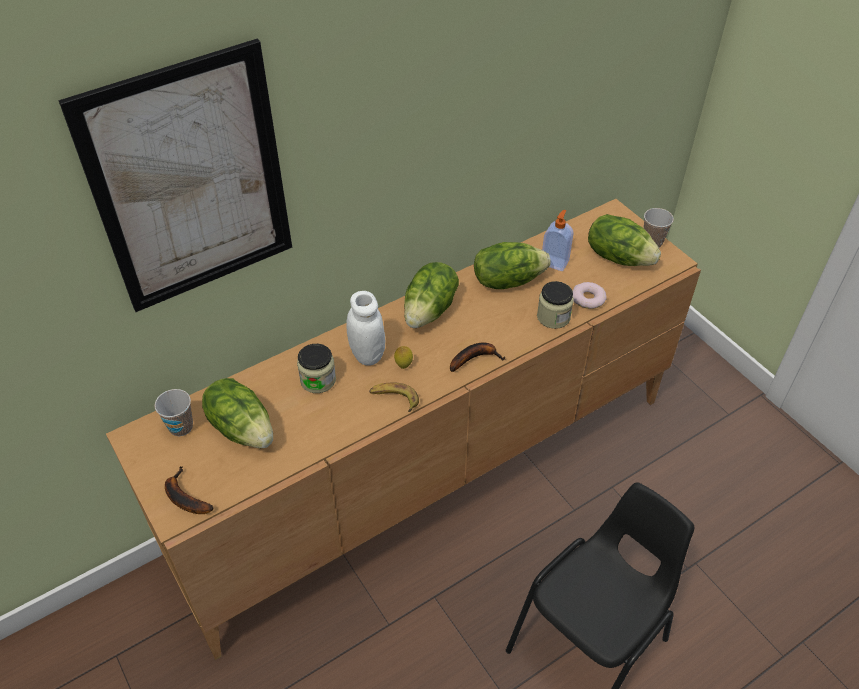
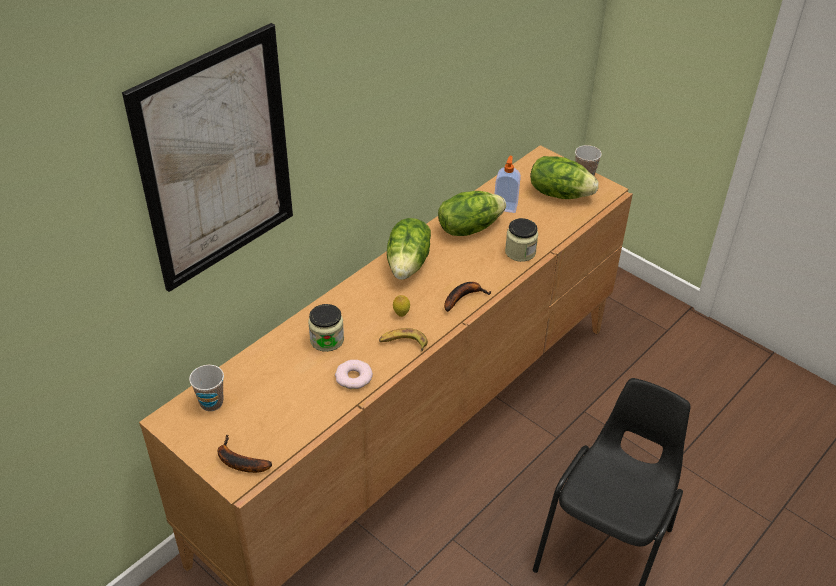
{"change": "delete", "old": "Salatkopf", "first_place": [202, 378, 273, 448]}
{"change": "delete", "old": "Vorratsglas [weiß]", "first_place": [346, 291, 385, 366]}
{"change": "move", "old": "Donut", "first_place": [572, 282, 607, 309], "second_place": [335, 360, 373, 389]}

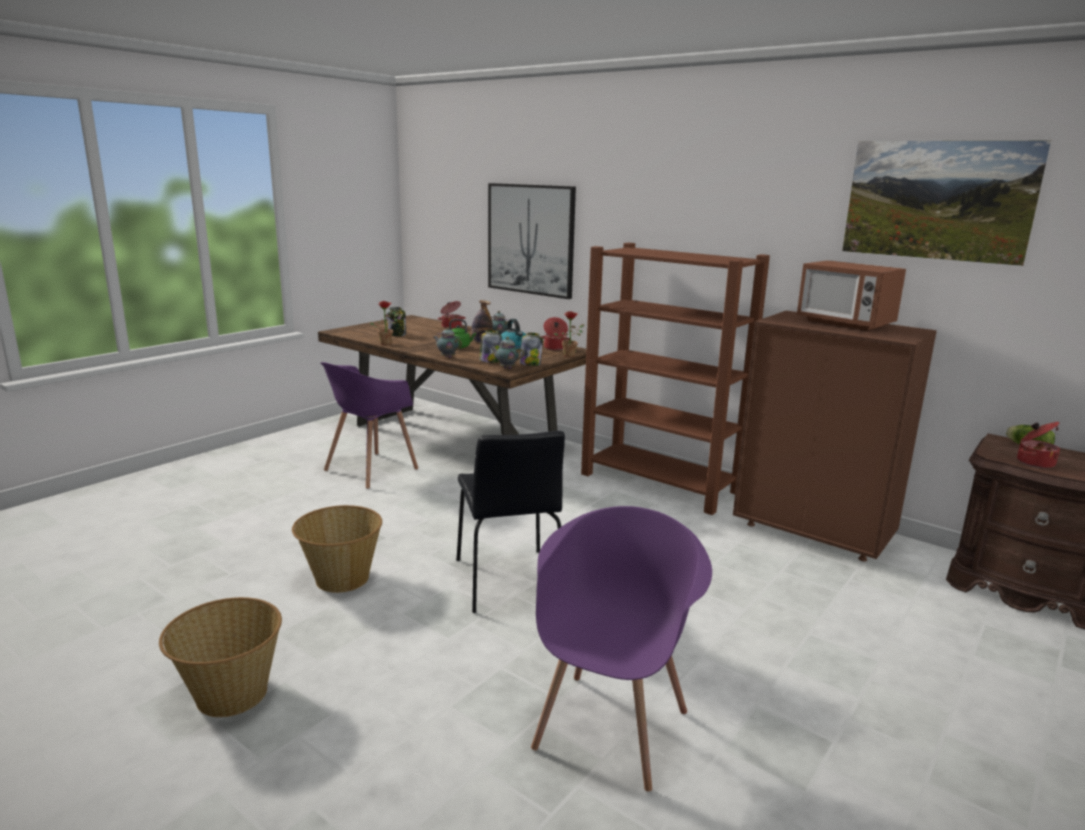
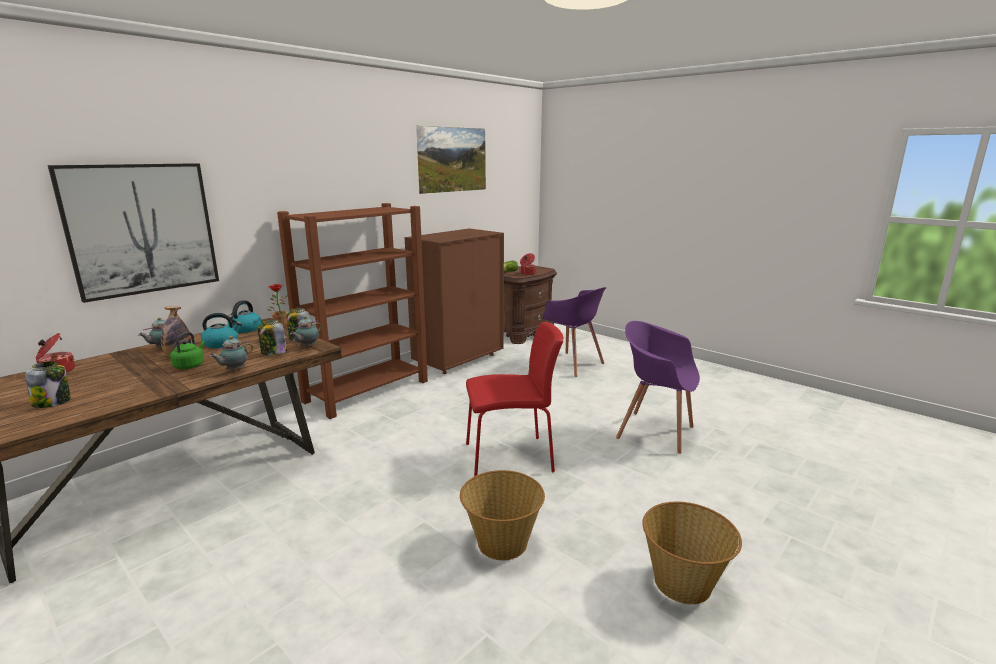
{"change": "delete", "old": "Topfpflanze", "first_place": [369, 301, 399, 345]}
{"change": "delete", "old": "Mikrowelle", "first_place": [797, 260, 906, 331]}
{"change": "move", "old": "Stuhl [lila]", "first_place": [320, 362, 418, 489], "second_place": [543, 287, 607, 377]}
{"change": "replace", "old": "Kochtopf", "new": "Wasserkessel", "first_place": [541, 317, 570, 350], "second_place": [227, 300, 261, 333]}
{"change": "recolor", "old": "Stuhl [schwarz]", "new": "Stuhl [rot]", "first_place": [456, 431, 565, 613], "second_place": [466, 322, 563, 476]}

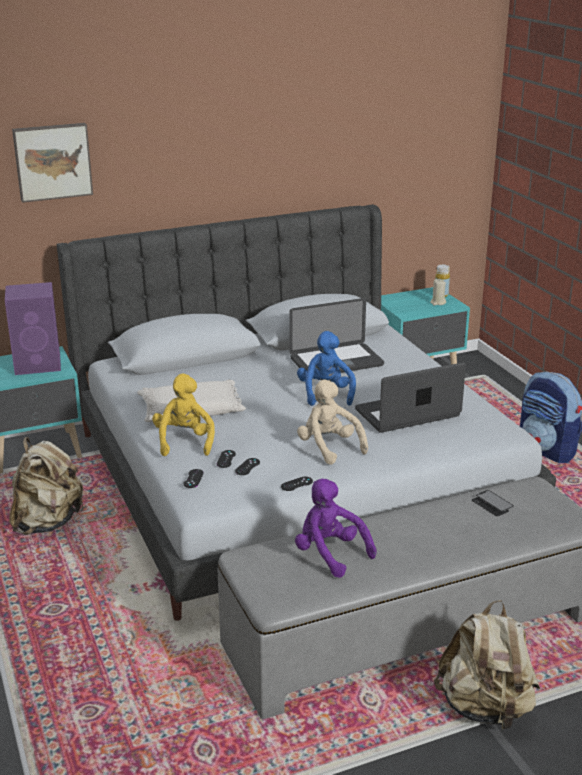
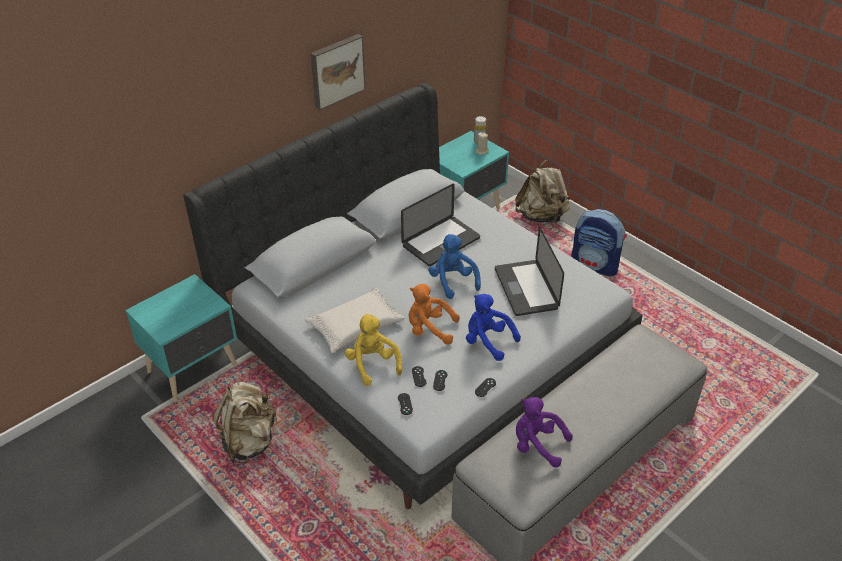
{"change": "delete", "old": "Lautsprecher [lila]", "first_place": [5, 282, 61, 375]}
{"change": "delete", "old": "Handy", "first_place": [472, 490, 514, 516]}
{"change": "insert", "new": "Plüschtier [orange]", "second_place": [409, 284, 460, 345]}
{"change": "move", "old": "Bild", "first_place": [12, 123, 93, 203], "second_place": [310, 34, 366, 110]}
{"change": "move", "old": "Rucksack [beige]", "first_place": [434, 600, 540, 730], "second_place": [515, 160, 570, 223]}
{"change": "recolor", "old": "Plüschtier [beige]", "new": "Plüschtier [blau]", "first_place": [297, 379, 368, 465], "second_place": [466, 294, 521, 361]}
{"change": "rotate", "old": "Laptop", "first_place": [355, 362, 466, 433], "second_place": [495, 227, 564, 316], "degrees": -60}

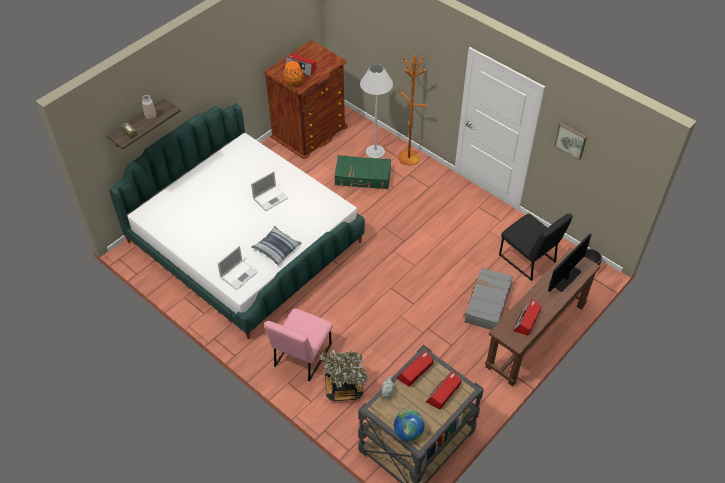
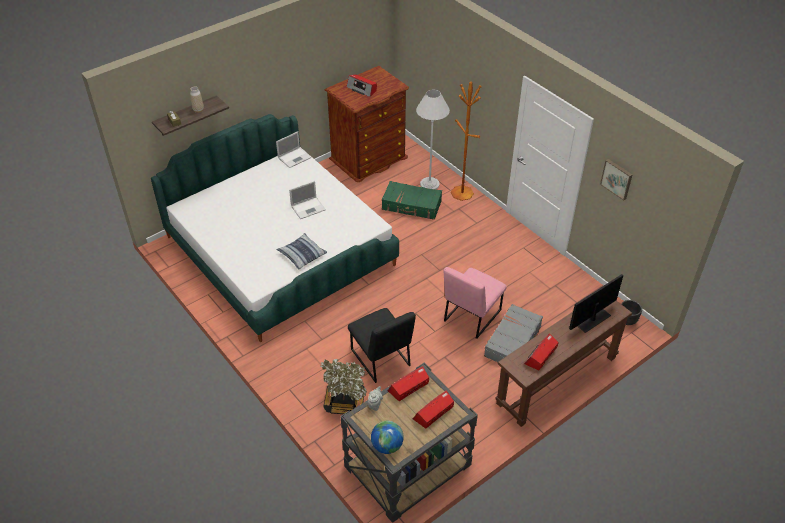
{"change": "delete", "old": "Vase [orange]", "first_place": [283, 61, 303, 87]}
{"change": "move", "old": "Laptop", "first_place": [217, 246, 258, 290], "second_place": [276, 131, 311, 168]}
{"change": "move", "old": "Stuhl [rosa]", "first_place": [264, 308, 333, 381], "second_place": [444, 267, 507, 339]}
{"change": "move", "old": "Stuhl [schwarz]", "first_place": [499, 214, 573, 281], "second_place": [348, 308, 416, 383]}

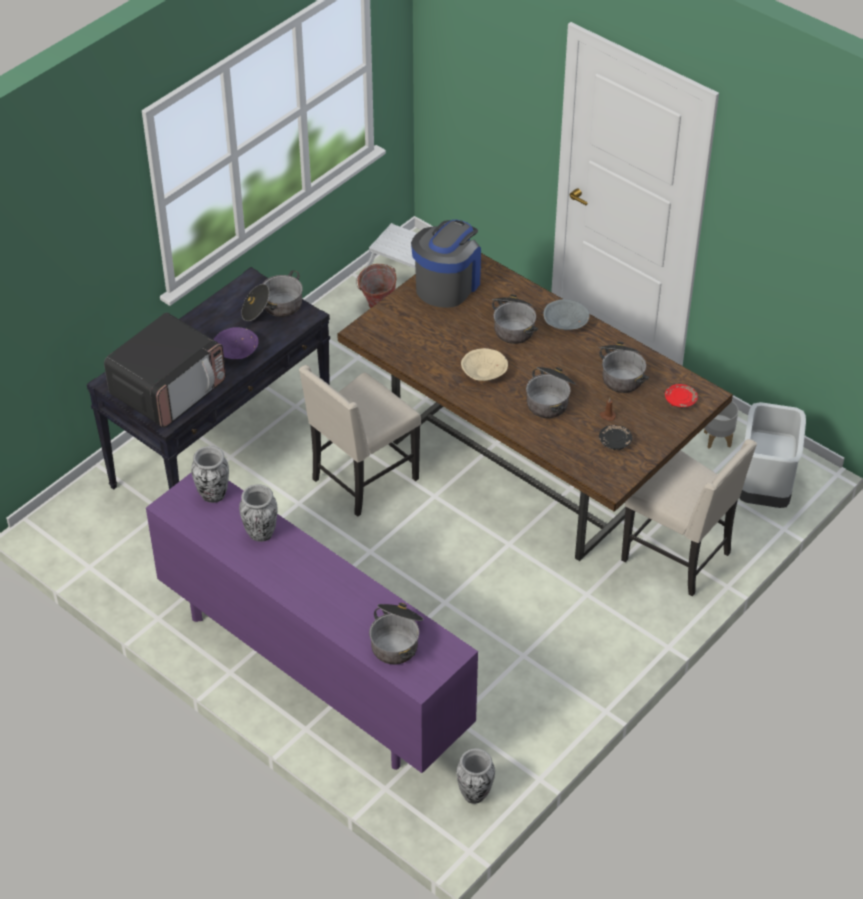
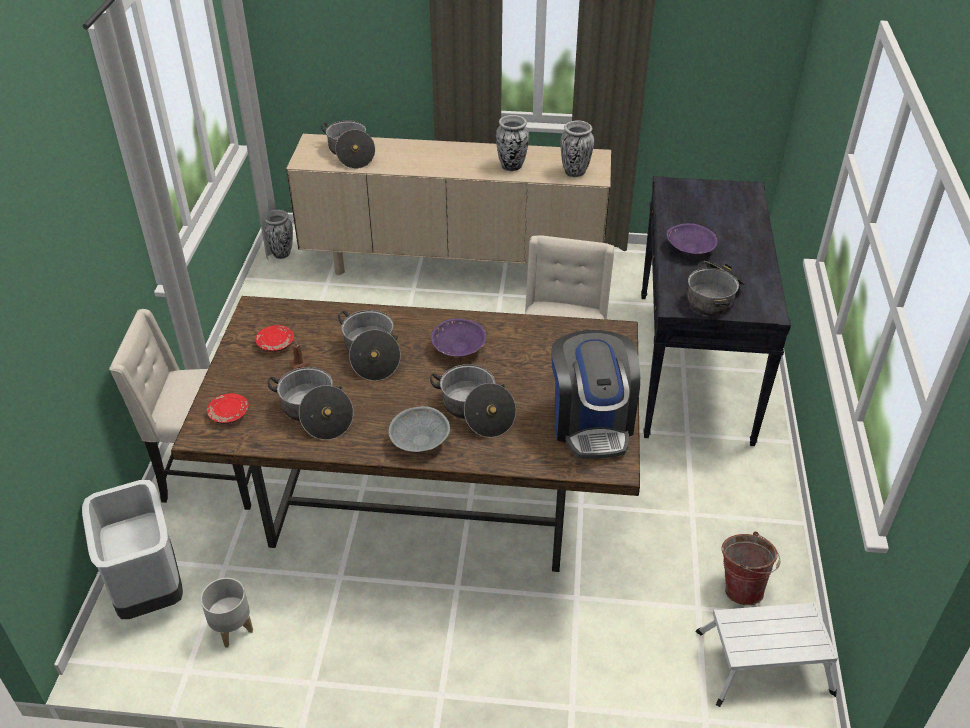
{"change": "delete", "old": "Mikrowelle", "first_place": [104, 312, 226, 428]}
{"change": "recolor", "old": "Schrank [lila]", "new": "Schrank [beige]", "first_place": [146, 472, 478, 773], "second_place": [286, 134, 611, 275]}
{"change": "recolor", "old": "Schüssel [beige]", "new": "Schüssel [lila]", "first_place": [461, 348, 508, 381], "second_place": [431, 318, 486, 357]}
{"change": "recolor", "old": "Teller [schwarz]", "new": "Teller [rot]", "first_place": [599, 425, 632, 450], "second_place": [255, 325, 294, 352]}

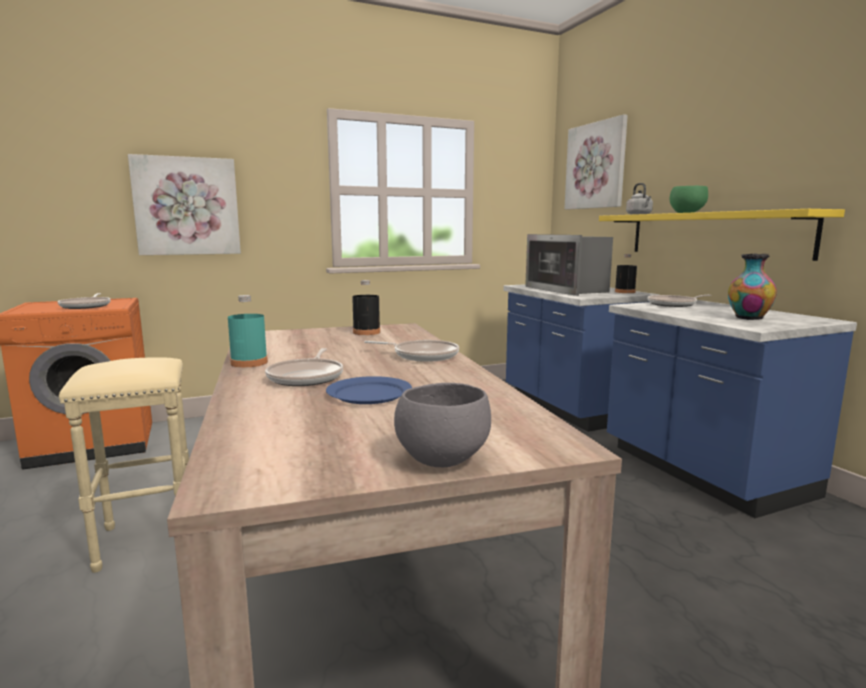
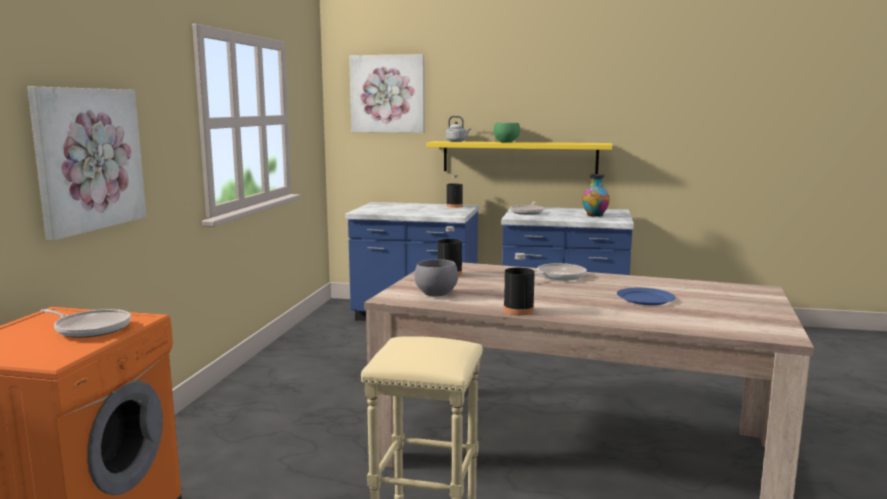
{"change": "delete", "old": "Pfanne", "first_place": [265, 348, 343, 386]}
{"change": "delete", "old": "Mikrowelle", "first_place": [525, 234, 613, 296]}
{"change": "move", "old": "Schüssel [grau]", "first_place": [394, 383, 491, 467], "second_place": [414, 259, 458, 296]}
{"change": "recolor", "old": "Flasche [türkis]", "new": "Flasche [schwarz]", "first_place": [228, 295, 268, 368], "second_place": [503, 253, 535, 315]}

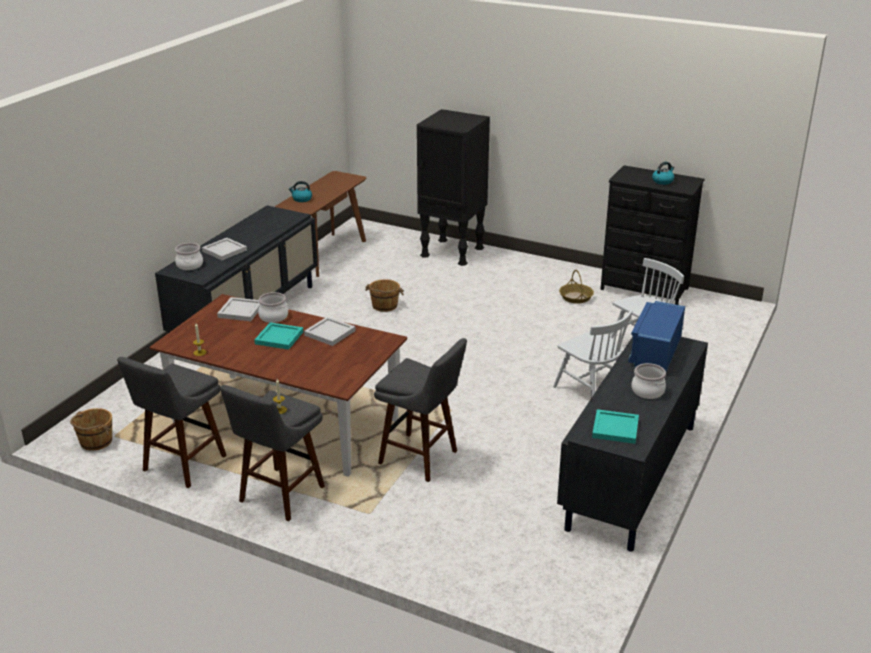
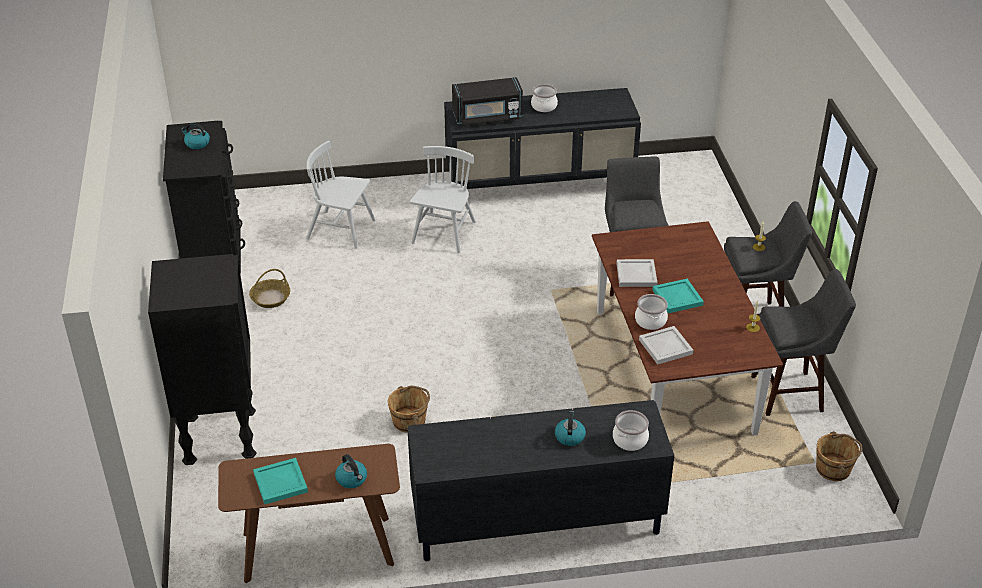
{"change": "move", "old": "Tablett [türkis]", "first_place": [592, 409, 639, 444], "second_place": [253, 458, 308, 504]}
{"change": "replace", "old": "Tablett [weiß]", "new": "Wasserkessel", "first_place": [202, 238, 247, 260], "second_place": [555, 411, 586, 446]}
{"change": "recolor", "old": "Mikrowelle [blau]", "new": "Mikrowelle [schwarz]", "first_place": [628, 301, 685, 372], "second_place": [452, 77, 523, 126]}

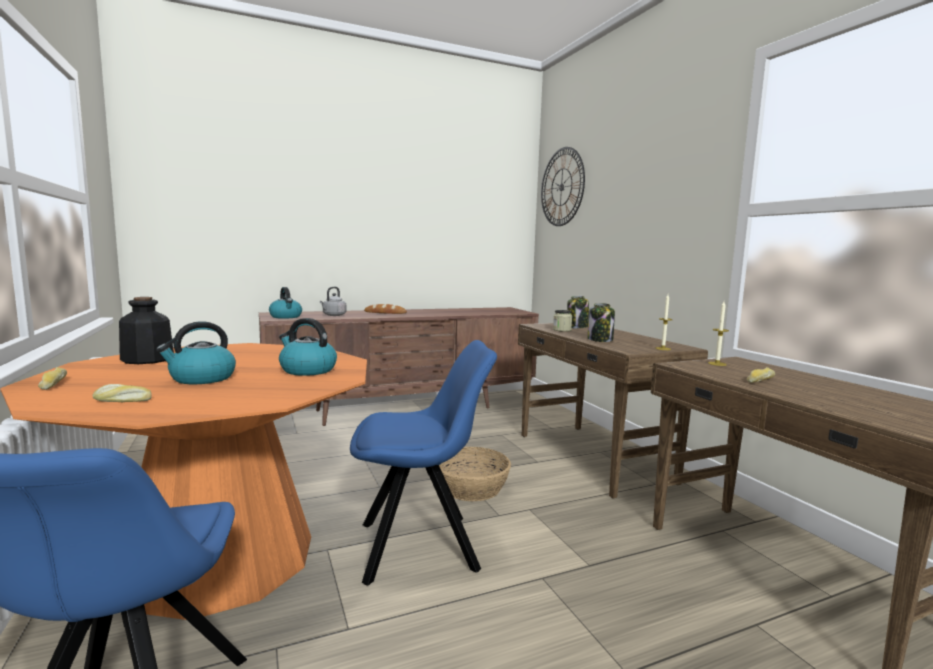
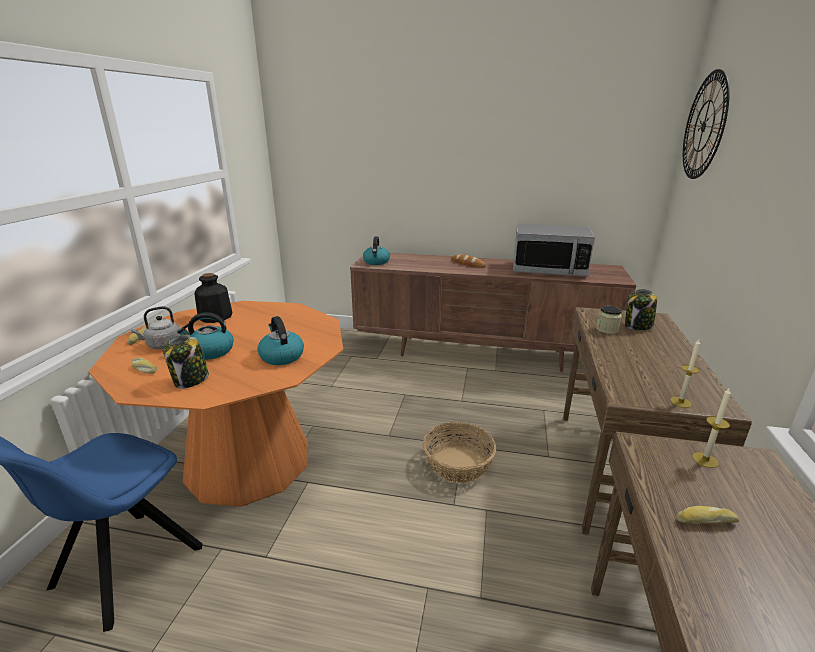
{"change": "delete", "old": "Stuhl [blau]", "first_place": [350, 340, 497, 586]}
{"change": "insert", "new": "Mikrowelle", "second_place": [513, 223, 595, 277]}
{"change": "move", "old": "Wasserkessel [grau]", "first_place": [320, 287, 346, 316], "second_place": [131, 306, 180, 349]}
{"change": "move", "old": "Vorratsglas", "first_place": [588, 303, 615, 342], "second_place": [163, 335, 209, 389]}

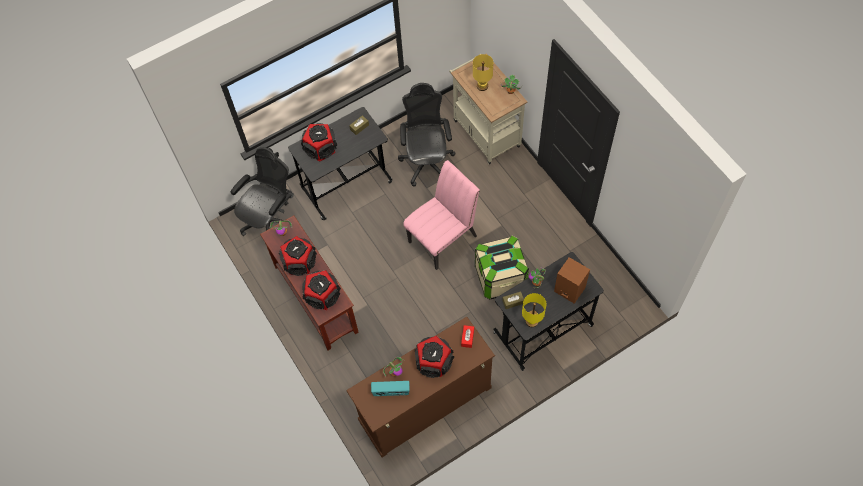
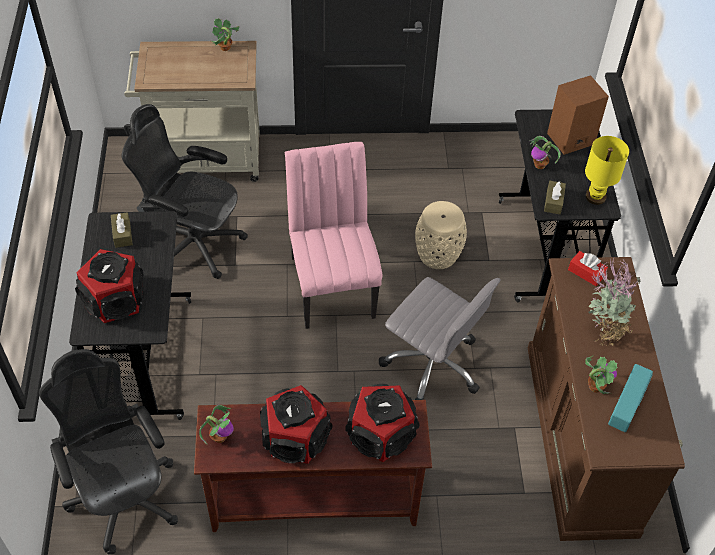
{"change": "delete", "old": "Tischlampe [gelb]", "first_place": [473, 54, 493, 91]}
{"change": "insert", "new": "Bürostuhl [grau]", "second_place": [379, 277, 501, 400]}
{"change": "replace", "old": "Lautsprecher", "new": "Topfpflanze", "first_place": [415, 336, 454, 378], "second_place": [588, 258, 637, 346]}
{"change": "replace", "old": "Aufbewahrungsbox", "new": "Hocker [beige]", "first_place": [475, 236, 529, 300], "second_place": [415, 201, 467, 269]}

